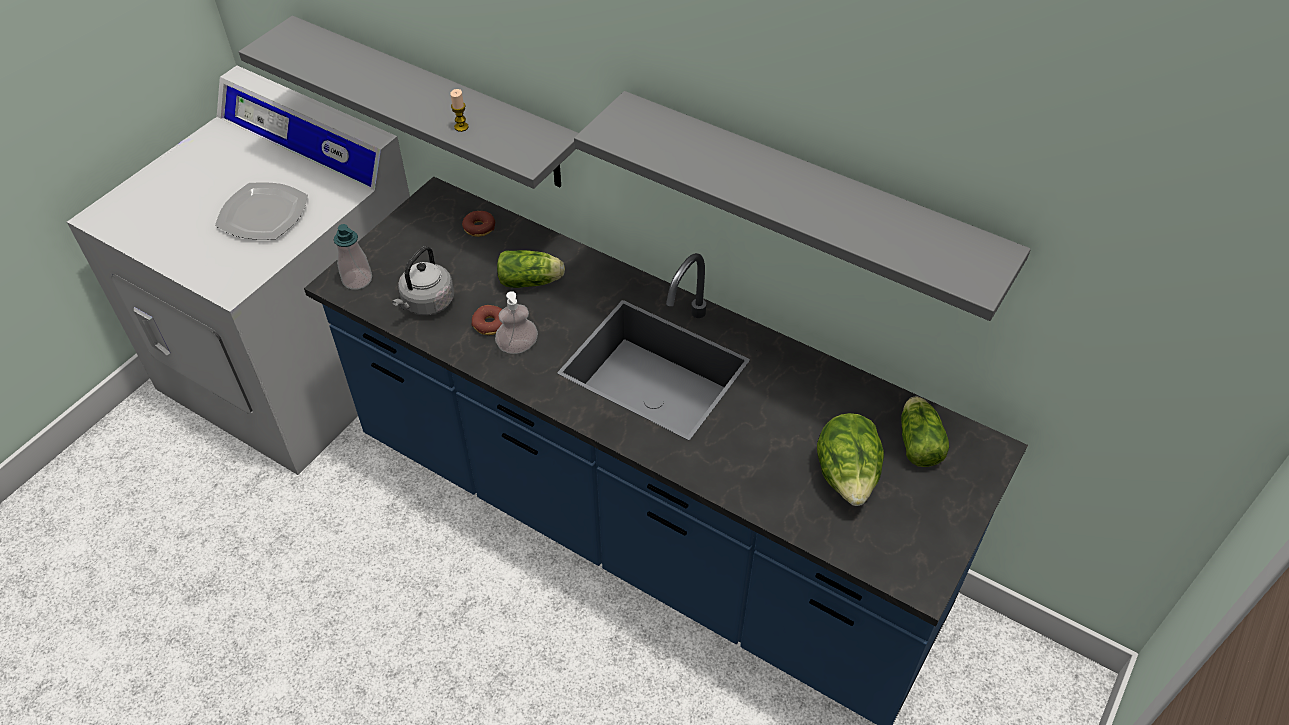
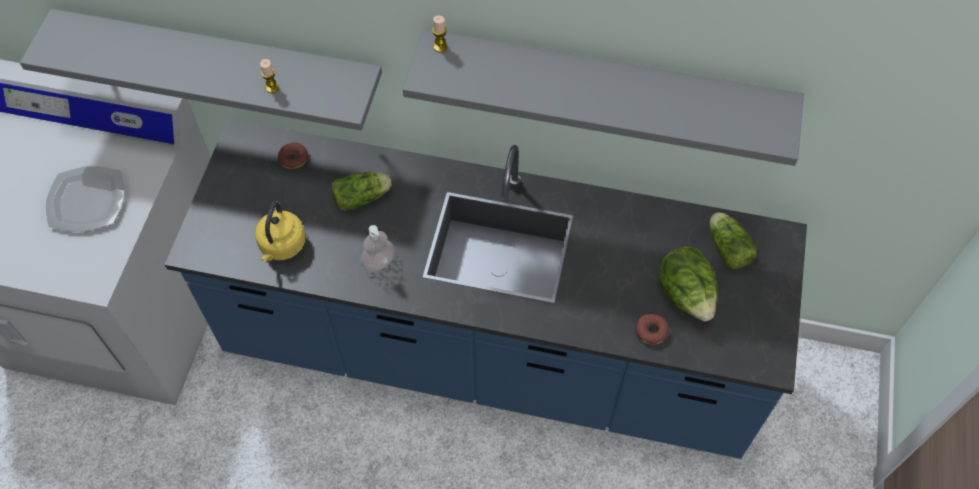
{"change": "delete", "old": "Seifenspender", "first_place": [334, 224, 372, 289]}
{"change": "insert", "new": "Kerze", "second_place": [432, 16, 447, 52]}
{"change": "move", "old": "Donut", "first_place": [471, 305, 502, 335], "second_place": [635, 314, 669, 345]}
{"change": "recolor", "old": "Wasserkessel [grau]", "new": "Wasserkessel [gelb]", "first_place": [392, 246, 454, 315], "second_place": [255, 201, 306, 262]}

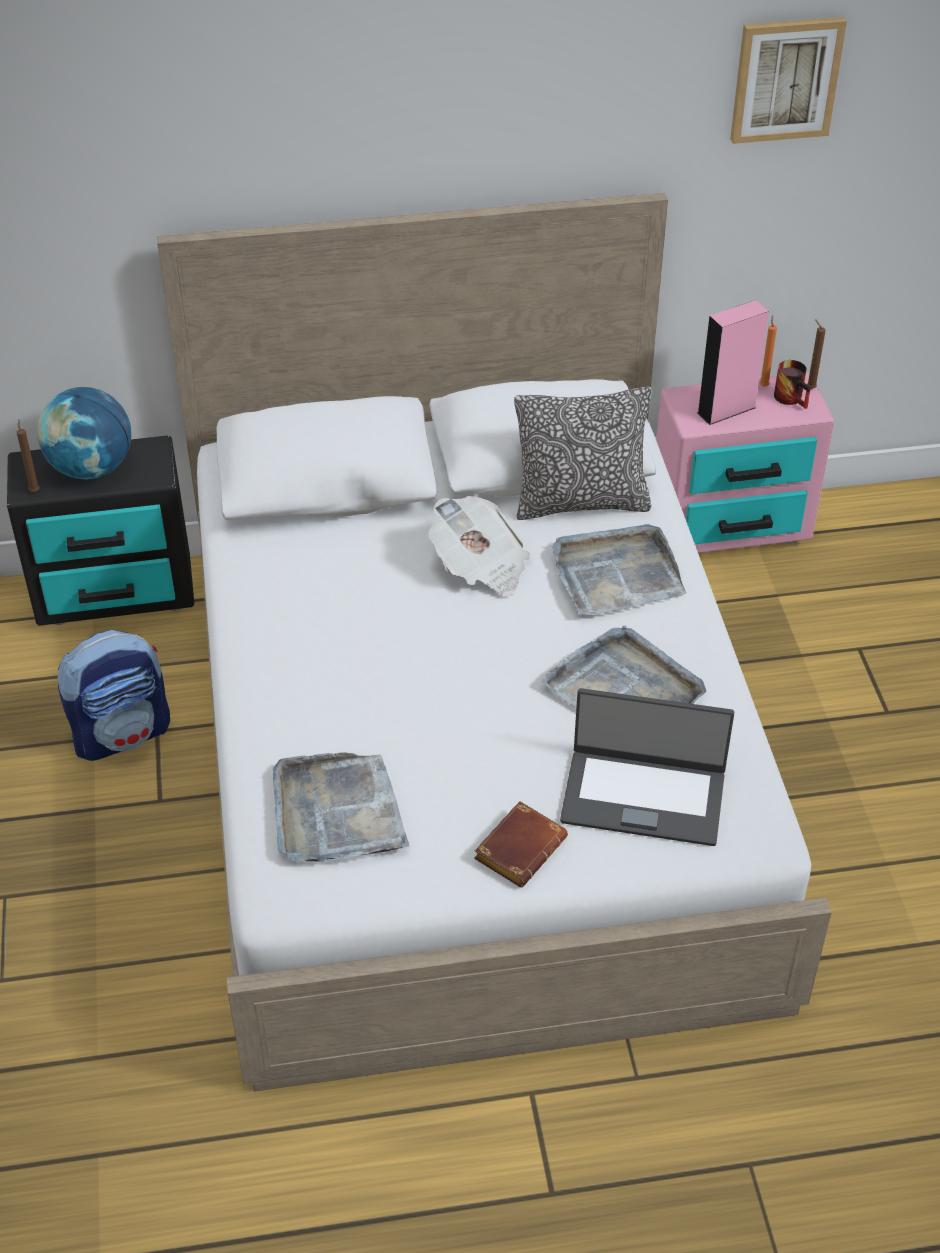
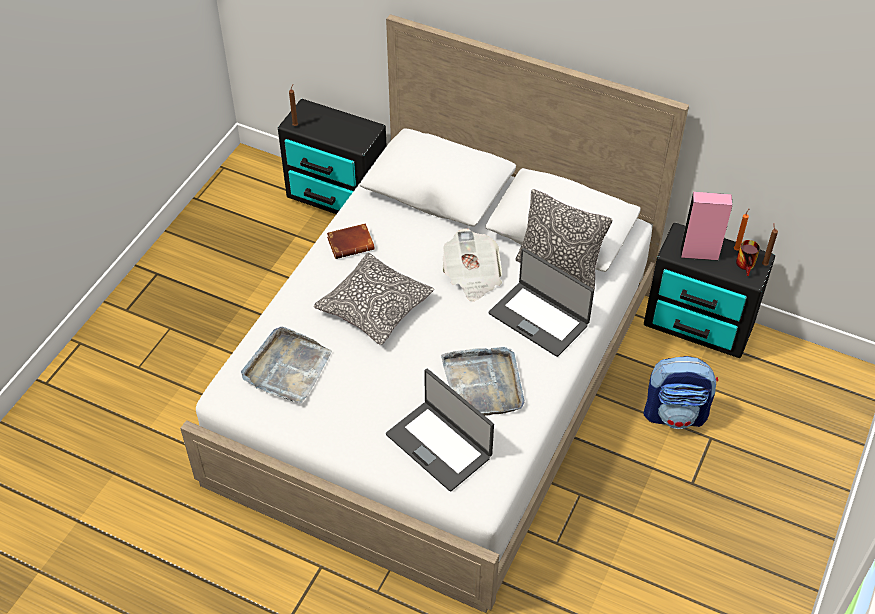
{"change": "delete", "old": "Globus", "first_place": [38, 387, 131, 479]}
{"change": "delete", "old": "Bild", "first_place": [730, 17, 847, 144]}
{"change": "insert", "new": "Kissen", "second_place": [314, 253, 434, 345]}
{"change": "move", "old": "Rucksack", "first_place": [58, 630, 170, 761], "second_place": [643, 356, 718, 429]}
{"change": "move", "old": "Buch [braun]", "first_place": [474, 801, 568, 887], "second_place": [327, 223, 375, 259]}
{"change": "replace", "old": "Tablett [grau]", "new": "Laptop", "first_place": [552, 524, 686, 615], "second_place": [489, 248, 594, 357]}
{"change": "recolor", "old": "Nachttisch [rosa]", "new": "Nachttisch [schwarz]", "first_place": [656, 372, 835, 553], "second_place": [644, 223, 775, 358]}

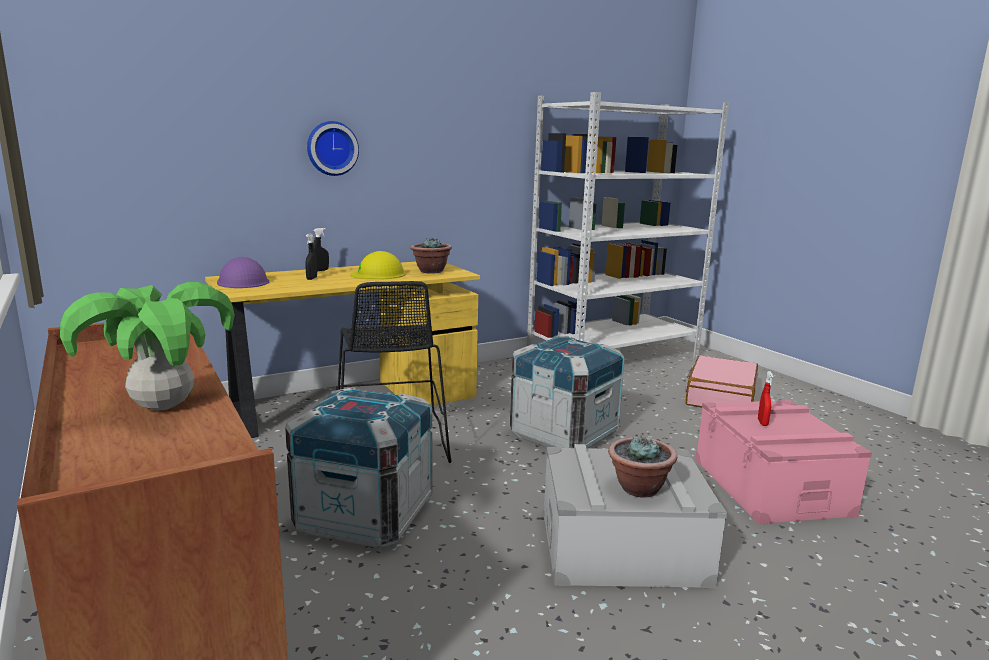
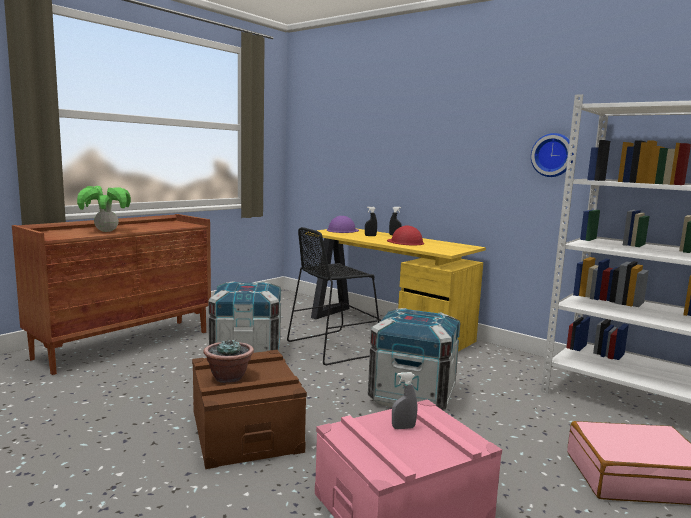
{"change": "delete", "old": "Topfpflanze", "first_place": [410, 237, 452, 274]}
{"change": "move", "old": "Wanduhr", "first_place": [307, 121, 359, 176], "second_place": [531, 133, 574, 177]}
{"change": "recolor", "old": "Schutzhelm [gelb]", "new": "Schutzhelm [rot]", "first_place": [350, 251, 406, 279], "second_place": [387, 226, 424, 245]}
{"change": "recolor", "old": "Aufbewahrungsbox [grau]", "new": "Aufbewahrungsbox [braun]", "first_place": [543, 444, 727, 588], "second_place": [192, 350, 307, 469]}
{"change": "recolor", "old": "Sprühflasche [rot]", "new": "Sprühflasche [grau]", "first_place": [758, 371, 774, 426], "second_place": [392, 372, 417, 429]}

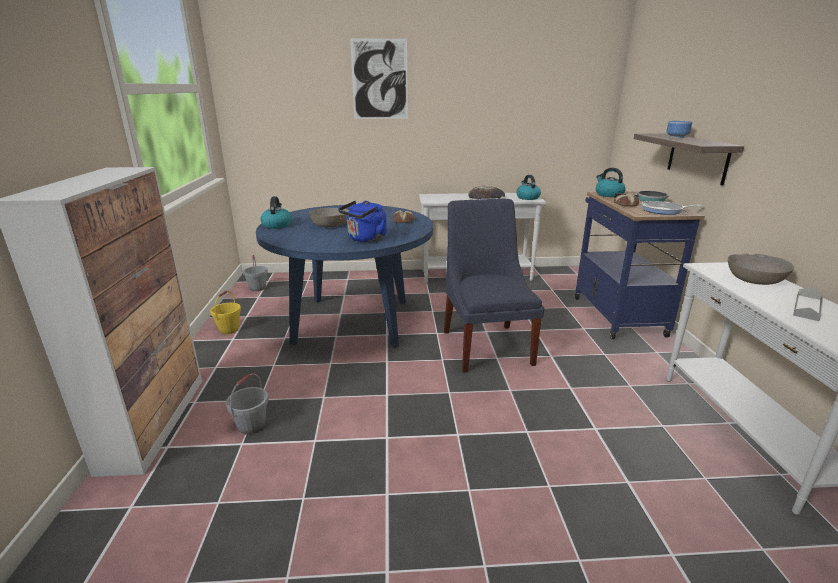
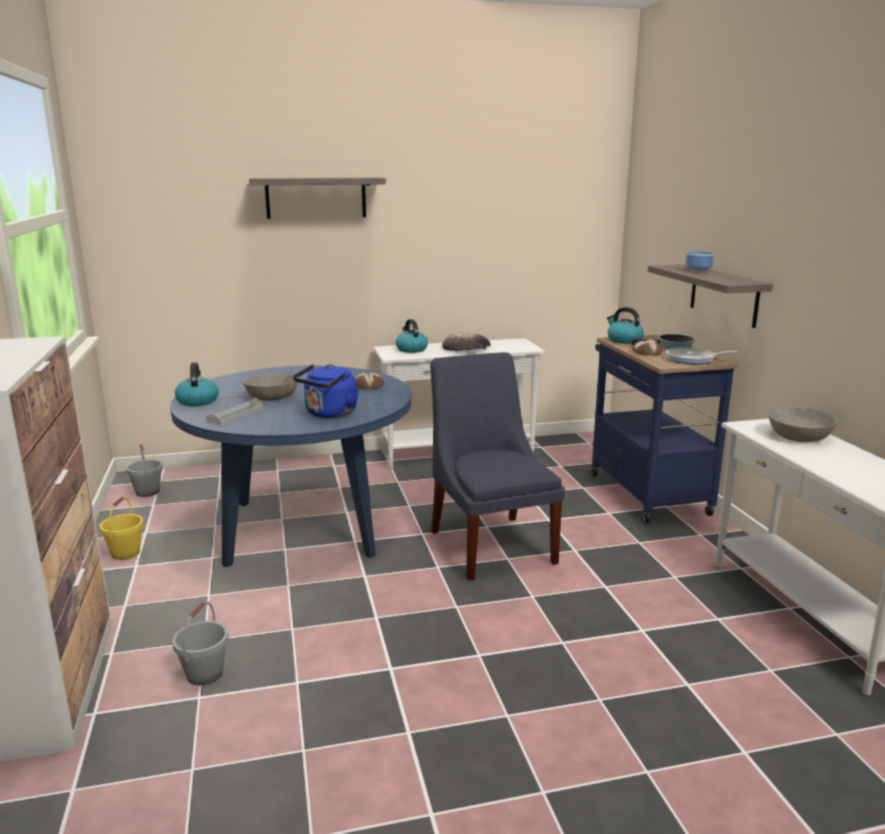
{"change": "move", "old": "Wasserkessel", "first_place": [516, 175, 541, 200], "second_place": [396, 319, 428, 353]}
{"change": "move", "old": "Tablett [grau]", "first_place": [793, 287, 823, 321], "second_place": [206, 398, 263, 426]}
{"change": "replace", "old": "Bild", "new": "Wandregal", "first_place": [350, 38, 408, 119], "second_place": [249, 177, 386, 219]}

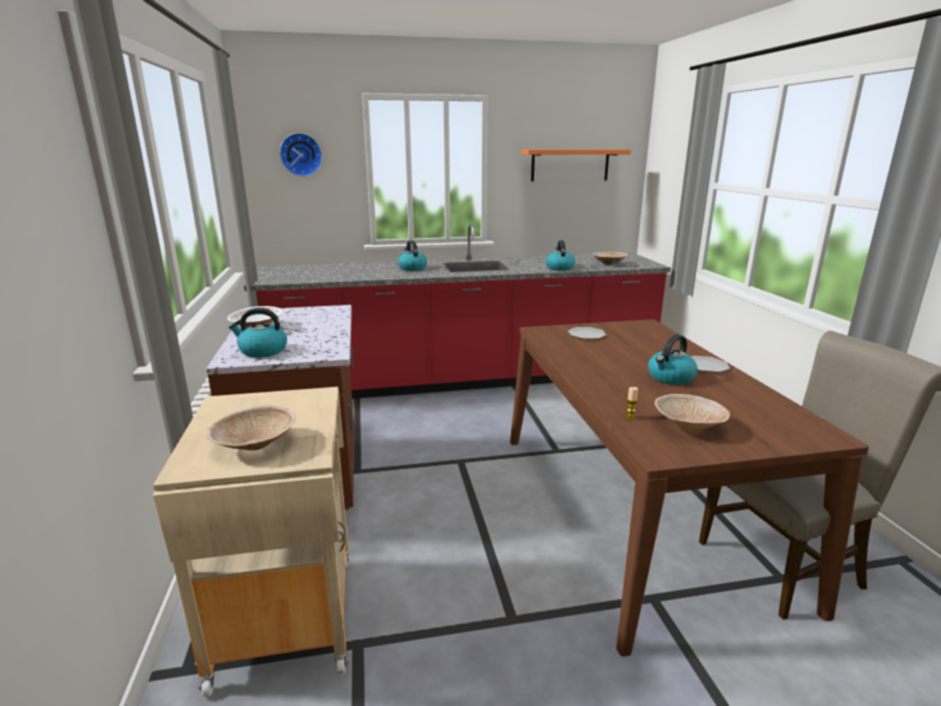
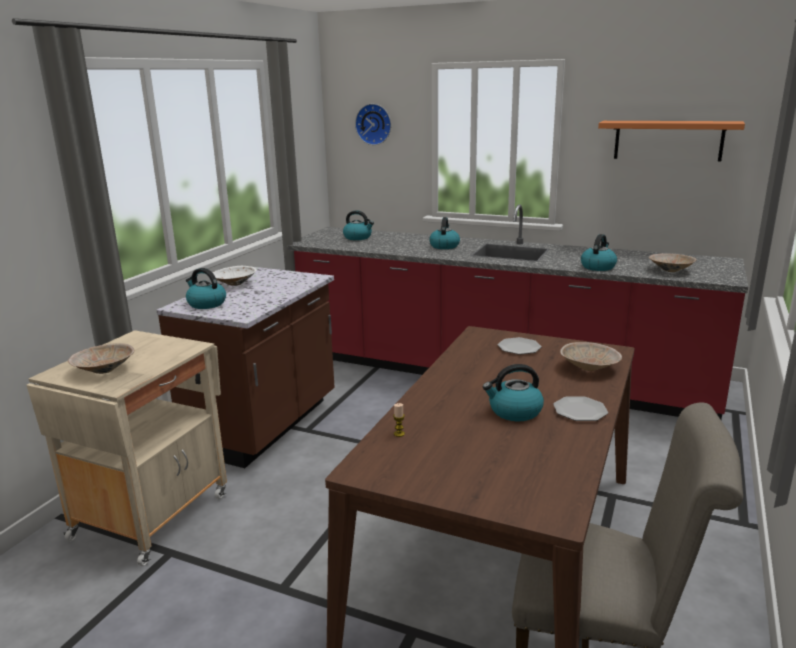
{"change": "insert", "new": "Wasserkessel", "second_place": [343, 210, 374, 240]}
{"change": "move", "old": "Schüssel [beige]", "first_place": [655, 394, 730, 430], "second_place": [560, 342, 622, 371]}

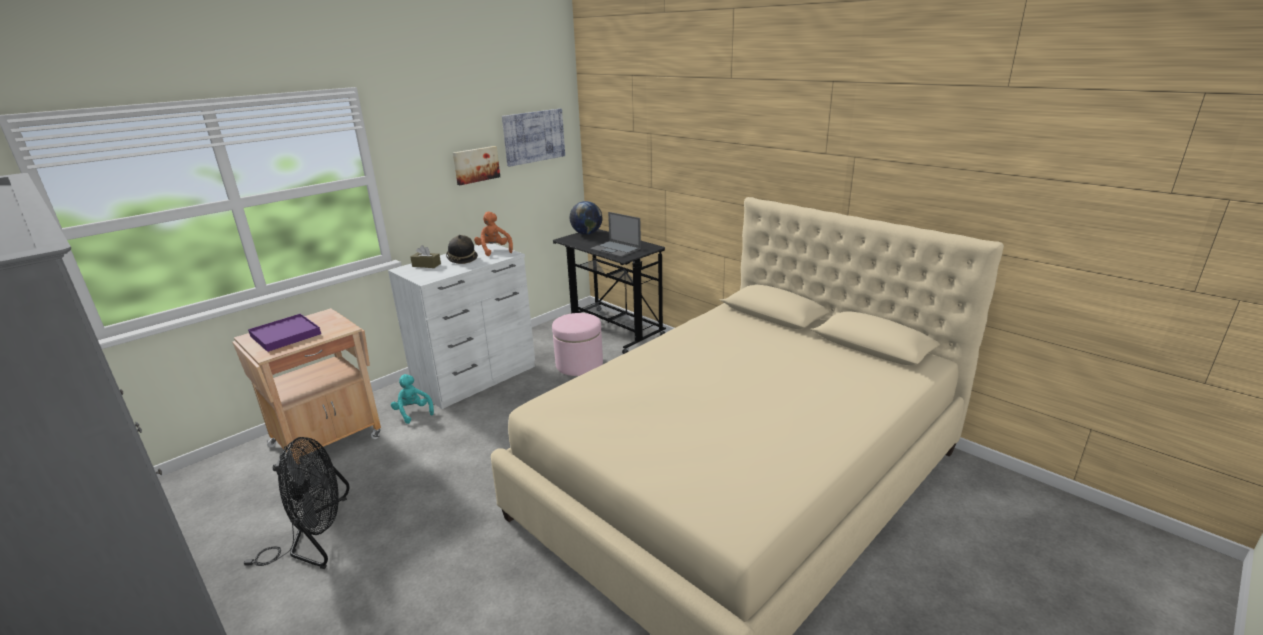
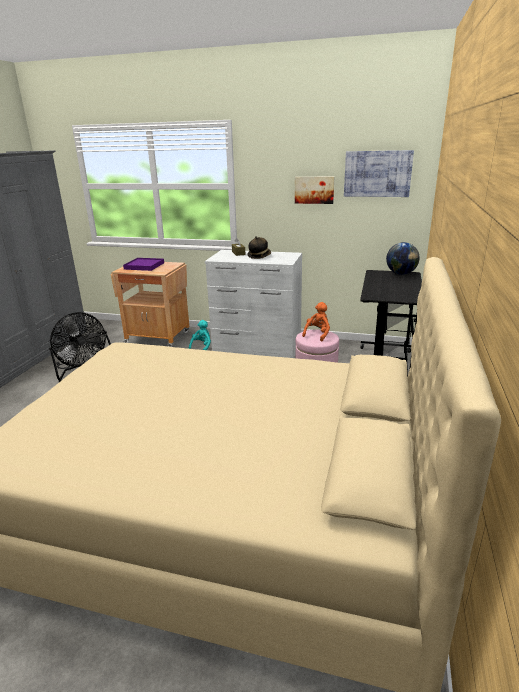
{"change": "delete", "old": "Laptop", "first_place": [590, 212, 641, 257]}
{"change": "move", "old": "Plüschtier [orange]", "first_place": [474, 211, 513, 256], "second_place": [302, 302, 330, 342]}

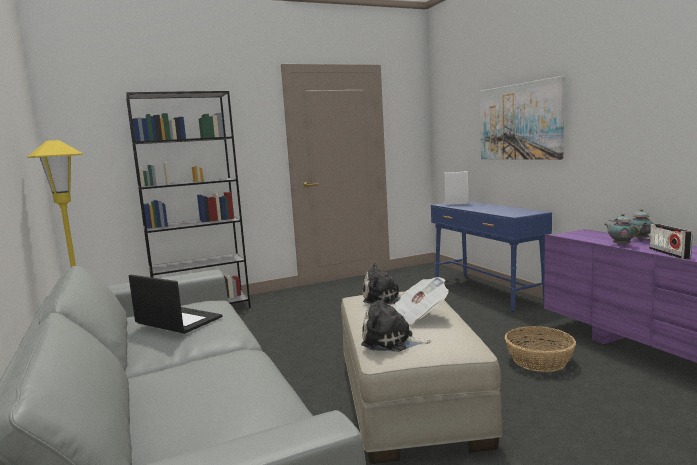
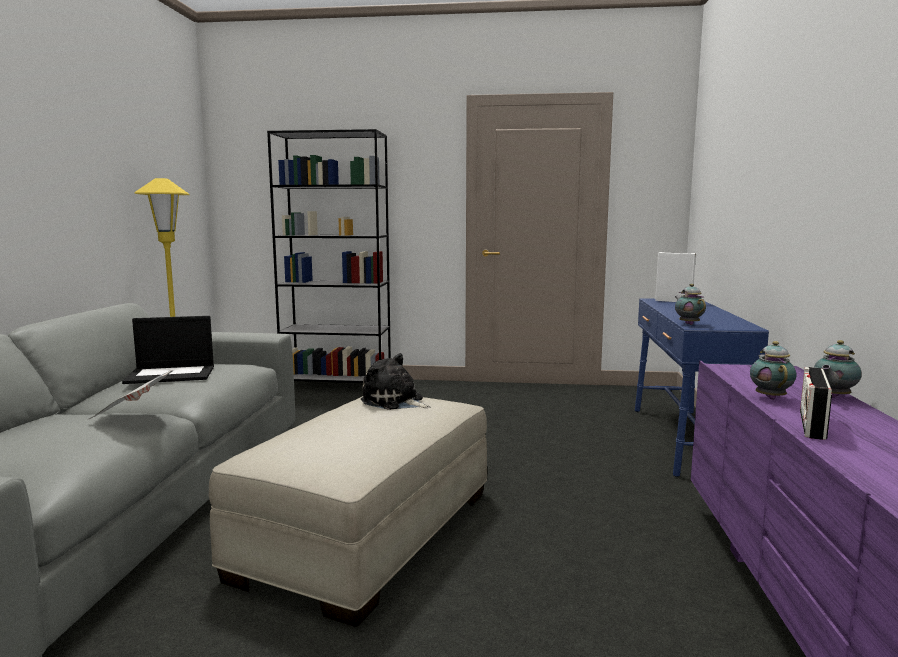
{"change": "delete", "old": "Plüschtier", "first_place": [361, 294, 432, 352]}
{"change": "delete", "old": "Bild", "first_place": [480, 76, 565, 160]}
{"change": "delete", "old": "Korb", "first_place": [505, 326, 576, 372]}
{"change": "insert", "new": "Teekanne", "second_place": [675, 284, 706, 325]}
{"change": "move", "old": "Zeitung", "first_place": [395, 277, 449, 324], "second_place": [89, 370, 173, 419]}
{"change": "rotate", "old": "Laptop", "first_place": [129, 275, 222, 334], "second_place": [122, 316, 214, 384], "degrees": 105}

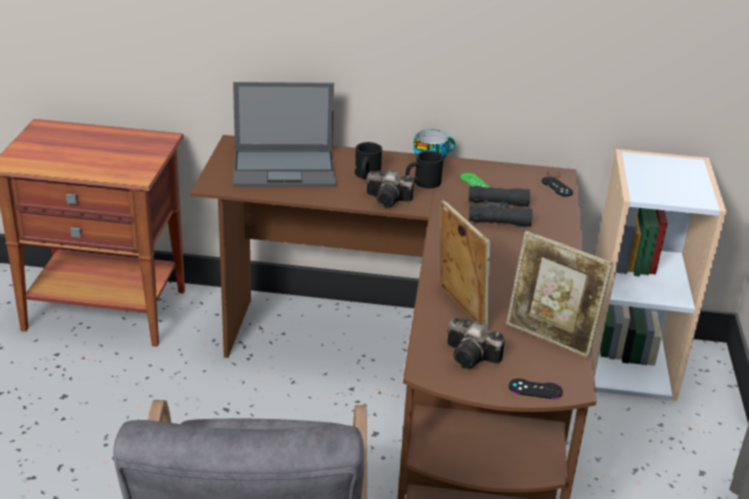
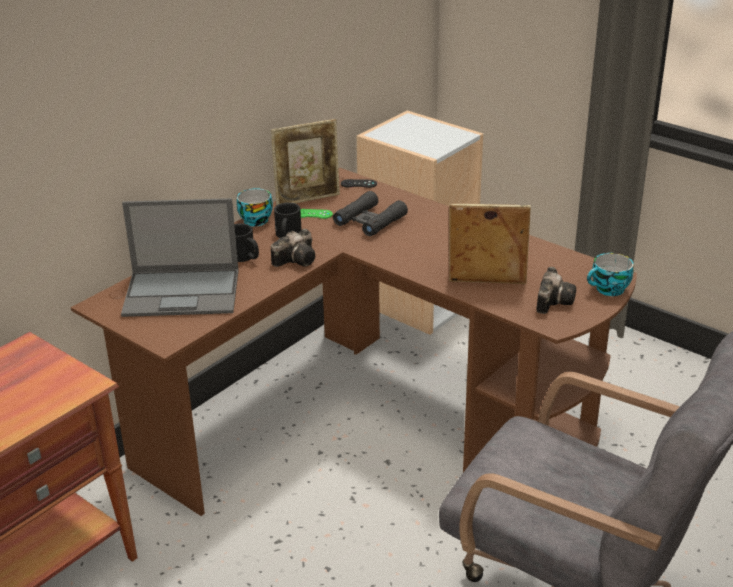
{"change": "move", "old": "Bilderrahmen", "first_place": [506, 231, 613, 358], "second_place": [271, 119, 340, 206]}
{"change": "replace", "old": "Gamepad [schwarz]", "new": "Tasse", "first_place": [509, 378, 563, 399], "second_place": [587, 253, 634, 296]}
{"change": "rotate", "old": "Laptop", "first_place": [233, 82, 336, 187], "second_place": [121, 198, 239, 317], "degrees": 60}
{"change": "rotate", "old": "Kamera", "first_place": [447, 318, 505, 369], "second_place": [536, 267, 576, 314], "degrees": -45}

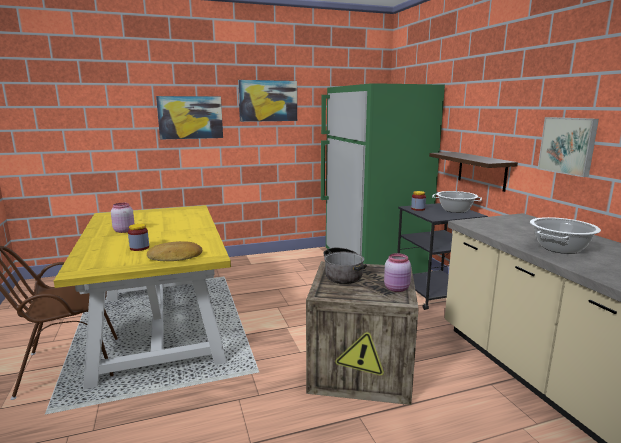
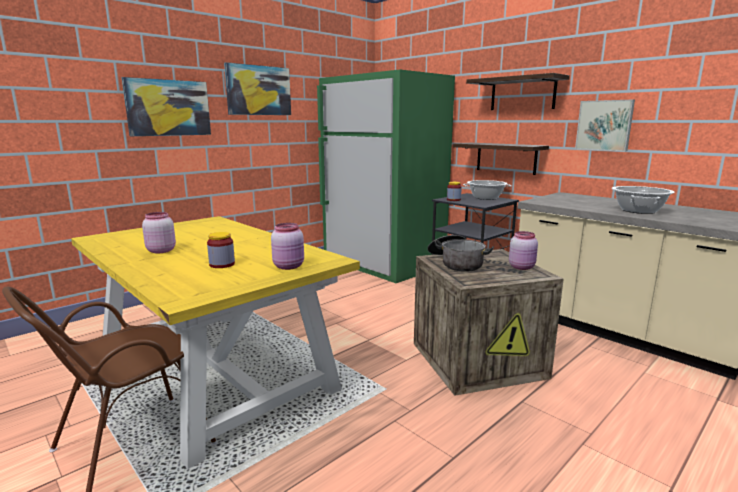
{"change": "insert", "new": "Wandregal", "second_place": [466, 73, 570, 110]}
{"change": "replace", "old": "Brot", "new": "Vorratsglas [rosa]", "first_place": [147, 241, 202, 261], "second_place": [271, 223, 304, 270]}

